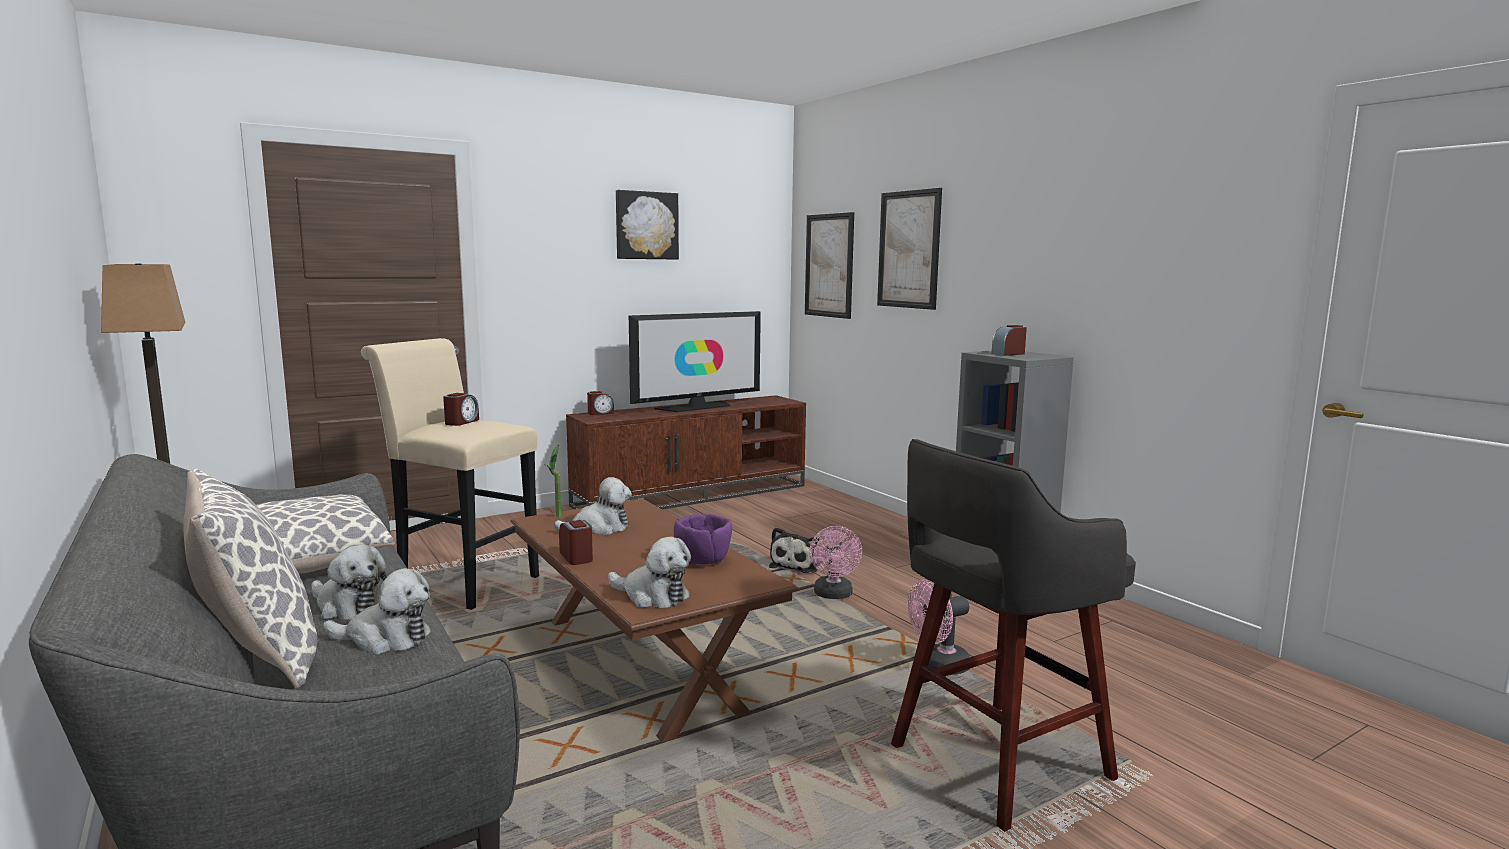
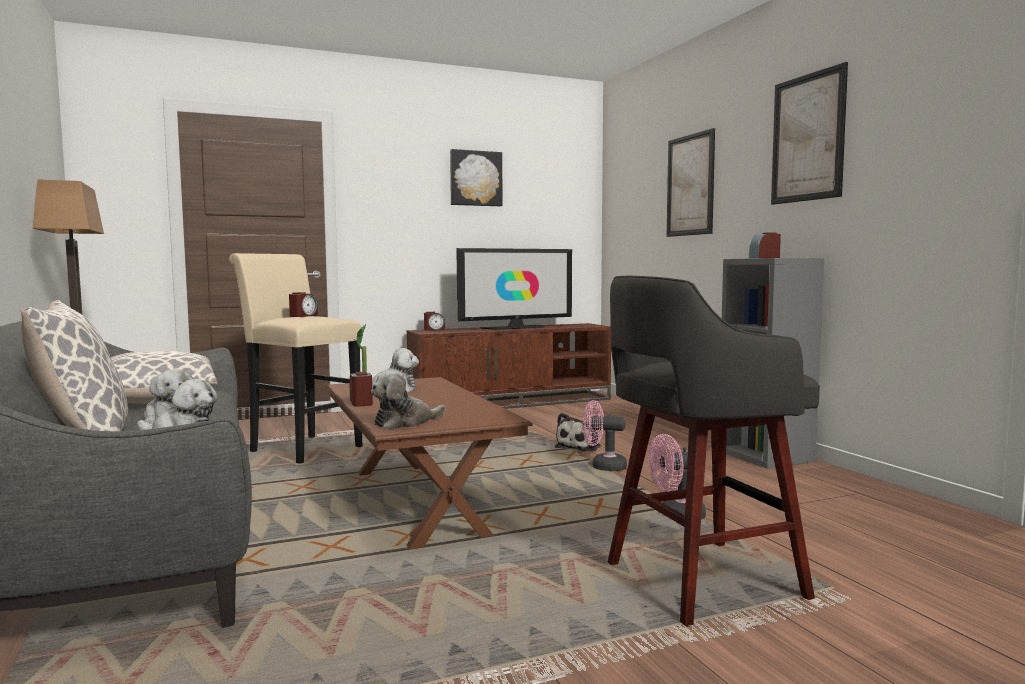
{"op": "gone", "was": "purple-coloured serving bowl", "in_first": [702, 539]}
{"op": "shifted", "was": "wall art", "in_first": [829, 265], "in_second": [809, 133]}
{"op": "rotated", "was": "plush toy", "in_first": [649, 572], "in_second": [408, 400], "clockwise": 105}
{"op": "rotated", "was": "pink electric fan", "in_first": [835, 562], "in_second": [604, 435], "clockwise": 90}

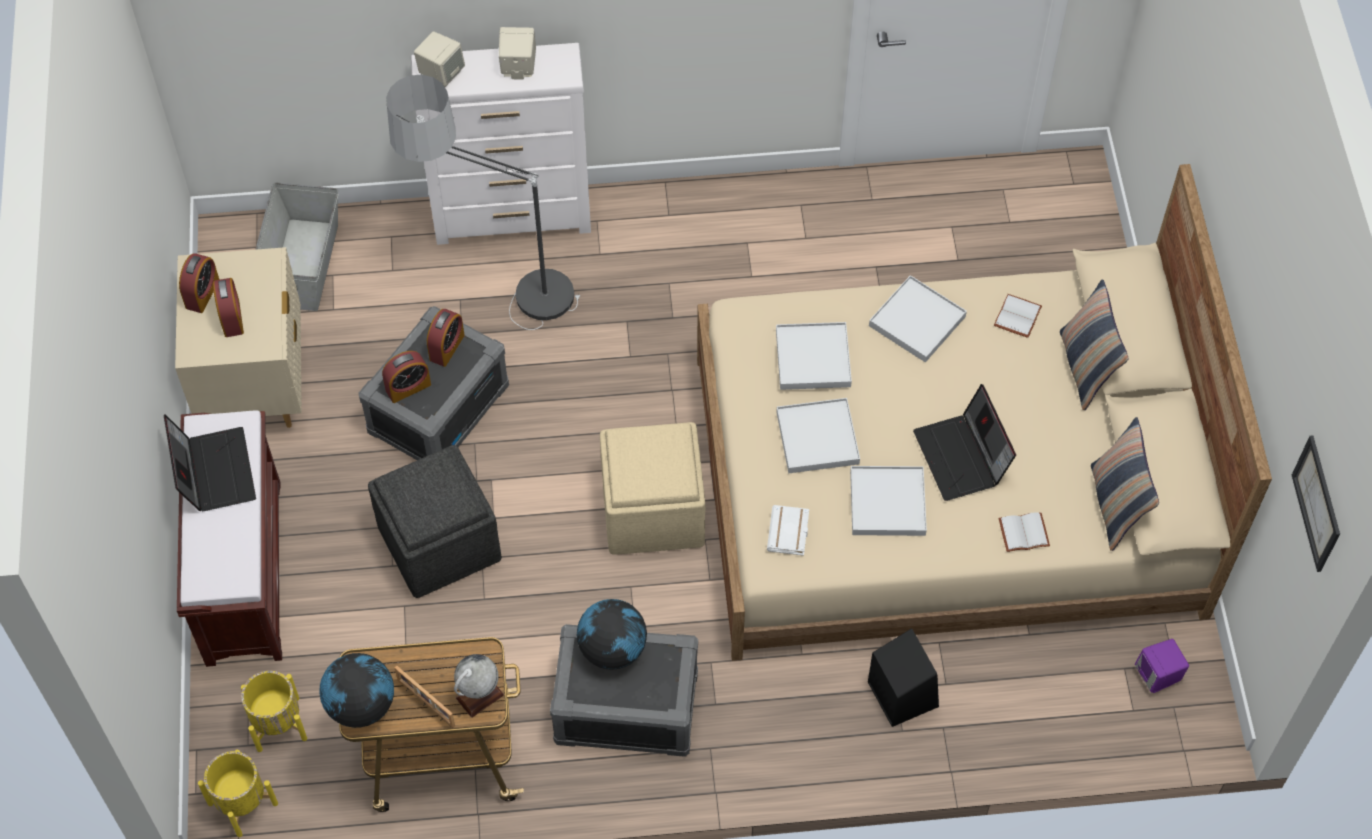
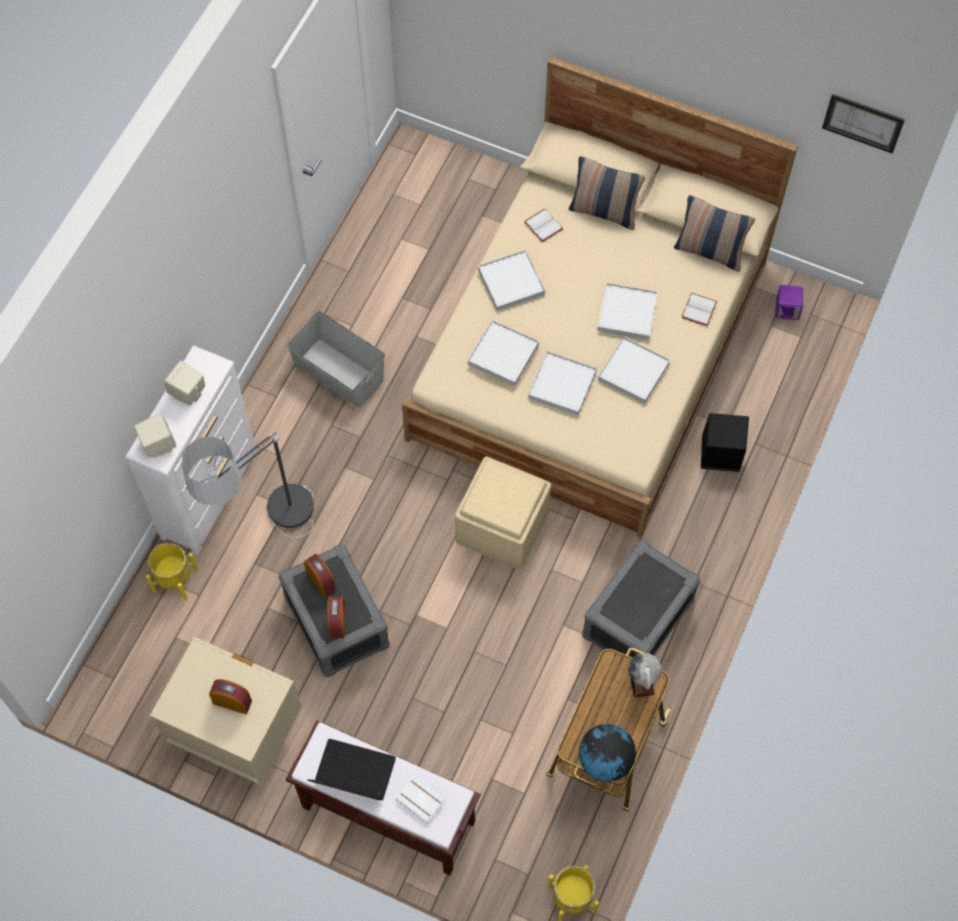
{"op": "gone", "was": "table clock", "in_first": [199, 283]}
{"op": "gone", "was": "greyish pouffe", "in_first": [435, 521]}
{"op": "gone", "was": "picture frame", "in_first": [425, 697]}
{"op": "gone", "was": "globe", "in_first": [612, 634]}
{"op": "shifted", "was": "yellow planter", "in_first": [274, 711], "in_second": [172, 572]}
{"op": "shifted", "was": "greyish storage box", "in_first": [296, 246], "in_second": [336, 359]}
{"op": "shifted", "was": "white book", "in_first": [788, 530], "in_second": [420, 800]}
{"op": "swapped", "was": "notebook computer", "now": "white serving tray", "in_first": [964, 442], "in_second": [627, 311]}

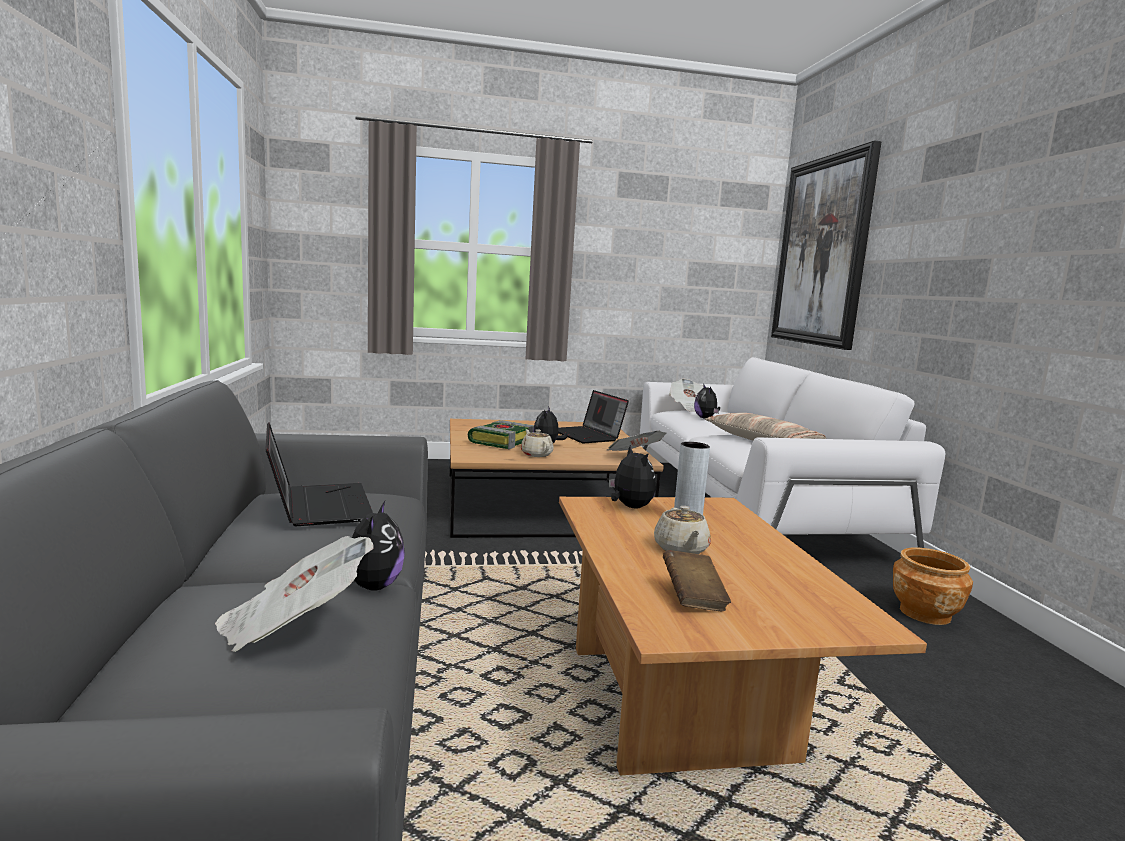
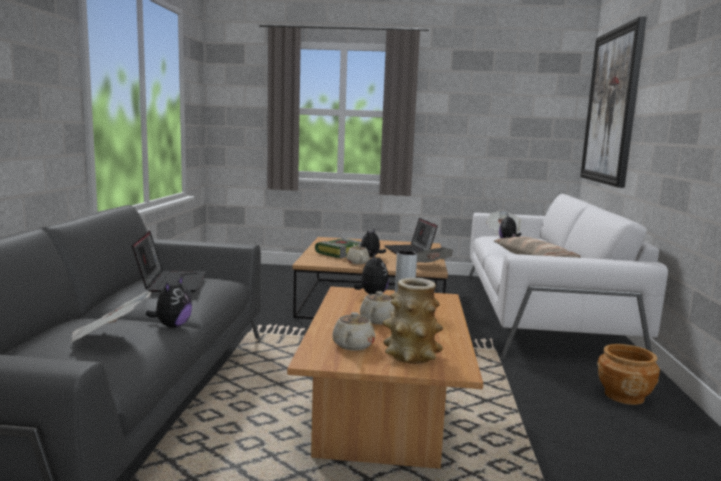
{"op": "new", "now": "vase", "in_second": [412, 321]}
{"op": "swapped", "was": "brown book", "now": "beige-coloured pot for tea", "in_first": [697, 580], "in_second": [353, 331]}

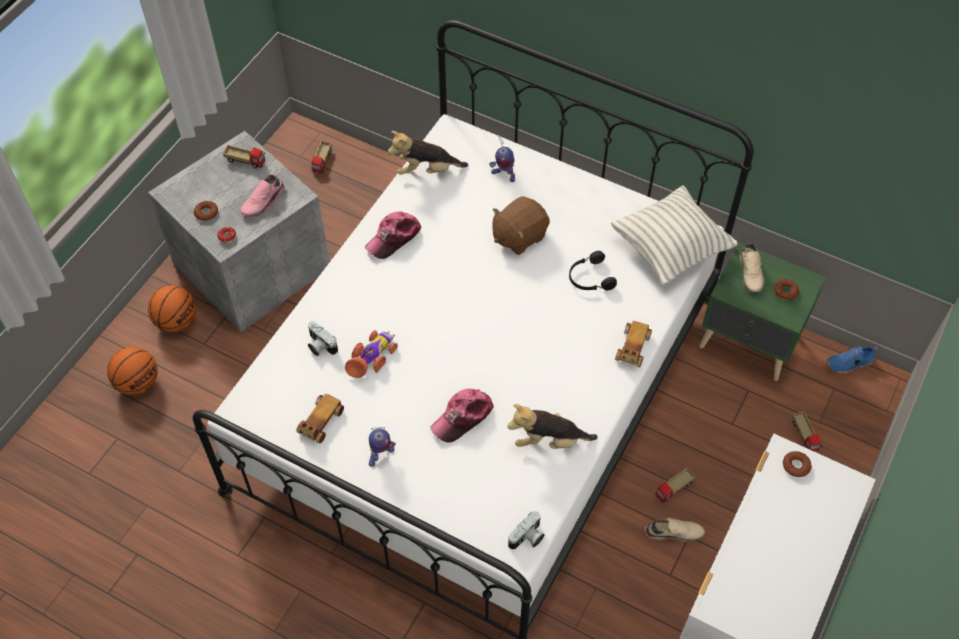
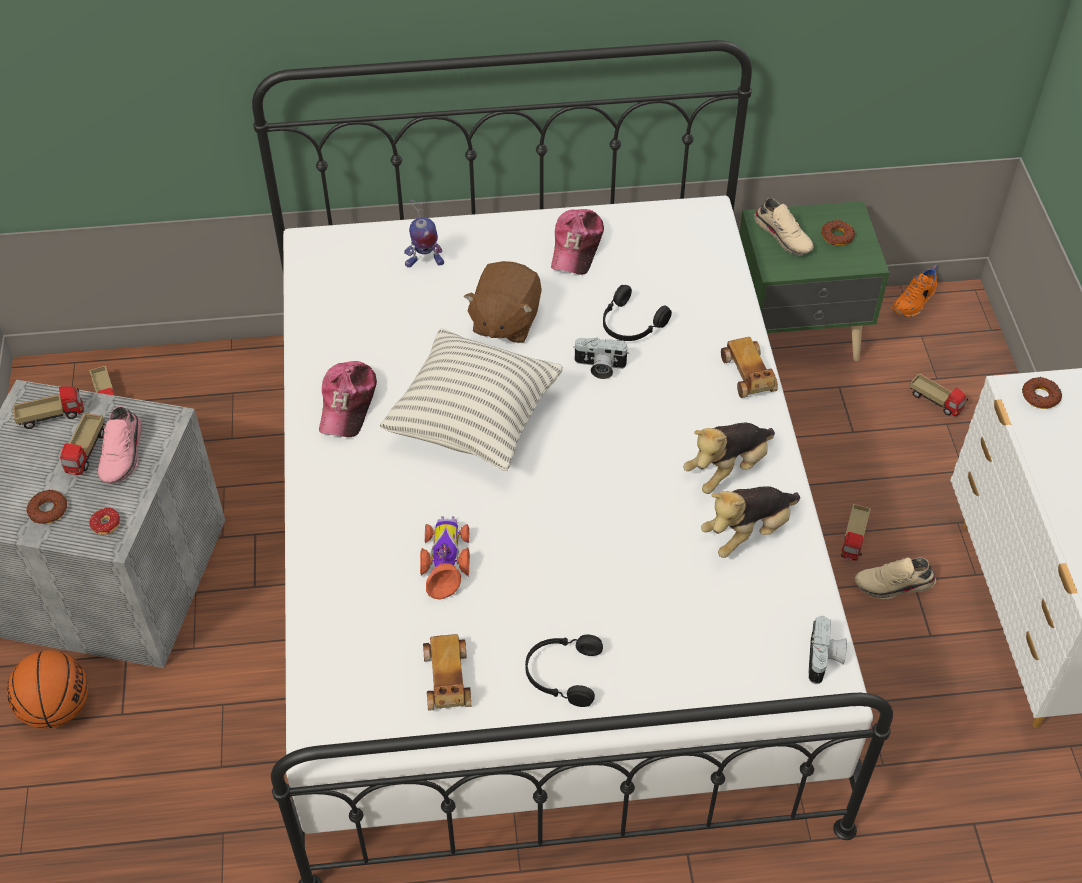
{"op": "gone", "was": "basketball ball", "in_first": [132, 371]}
{"op": "new", "now": "model truck", "in_second": [82, 444]}
{"op": "shifted", "was": "photo camera", "in_first": [323, 338], "in_second": [601, 358]}
{"op": "shifted", "was": "plush toy", "in_first": [428, 153], "in_second": [729, 458]}
{"op": "shifted", "was": "peaked cap", "in_first": [462, 415], "in_second": [577, 242]}
{"op": "shifted", "was": "cushion", "in_first": [674, 235], "in_second": [471, 399]}
{"op": "swapped", "was": "toy robot", "now": "black-coloured headset", "in_first": [382, 447], "in_second": [564, 671]}
{"op": "repainted", "was": "blue-coloured low shoe", "now": "orange-coloured low shoe", "in_first": [852, 360], "in_second": [915, 291]}
{"op": "rotated", "was": "beige-coloured low shoe", "in_first": [675, 530], "in_second": [895, 578], "clockwise": -150}

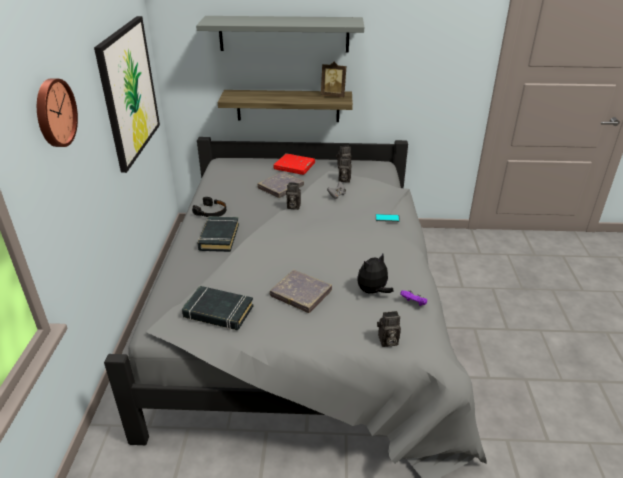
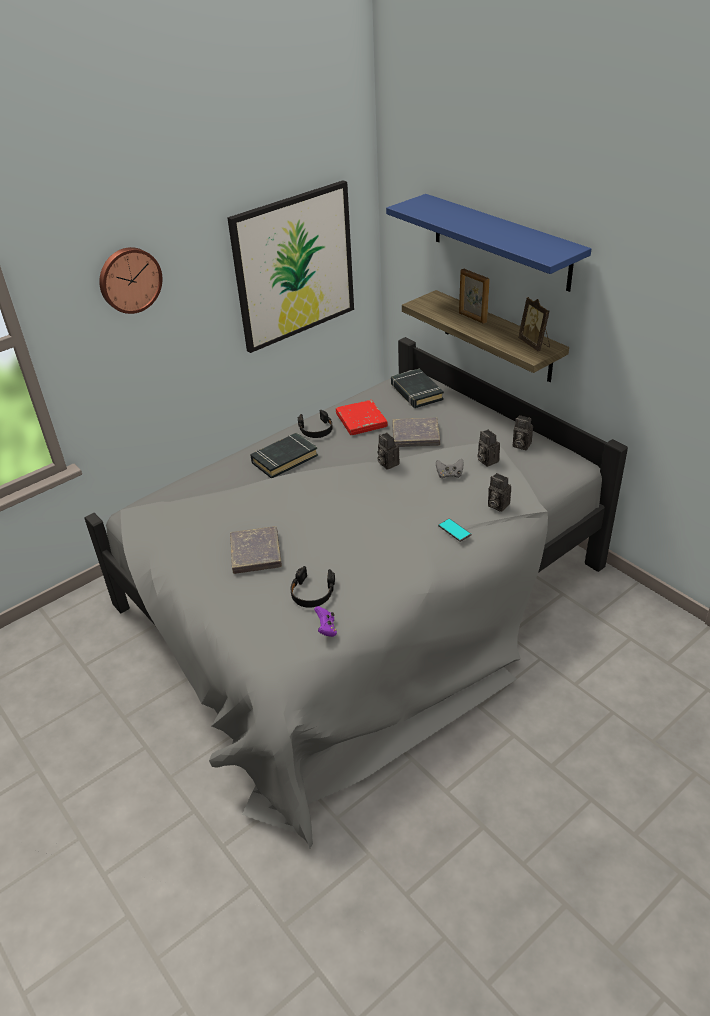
{"op": "new", "now": "picture frame", "in_second": [474, 296]}
{"op": "shifted", "was": "black-coloured book", "in_first": [218, 308], "in_second": [417, 388]}
{"op": "shifted", "was": "red-coloured book", "in_first": [294, 164], "in_second": [362, 417]}
{"op": "shifted", "was": "photo camera", "in_first": [389, 329], "in_second": [499, 492]}
{"op": "swapped", "was": "plush toy", "now": "black-coloured headset", "in_first": [375, 274], "in_second": [313, 587]}
{"op": "repainted", "was": "greyish wall shelf", "now": "blue-coloured wall shelf", "in_first": [280, 34], "in_second": [488, 243]}

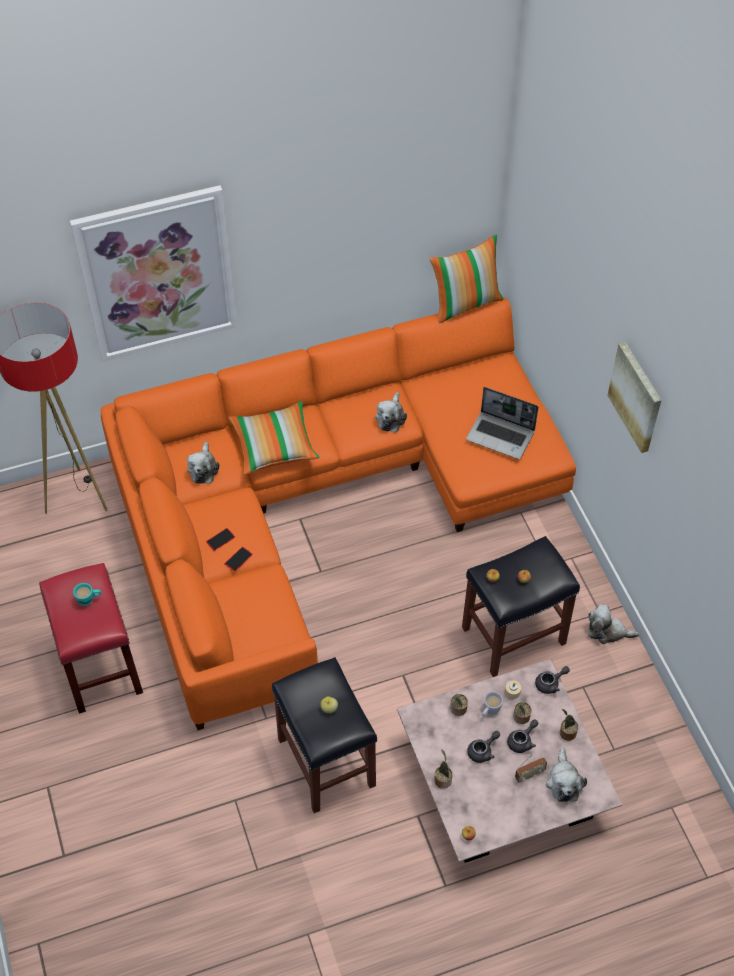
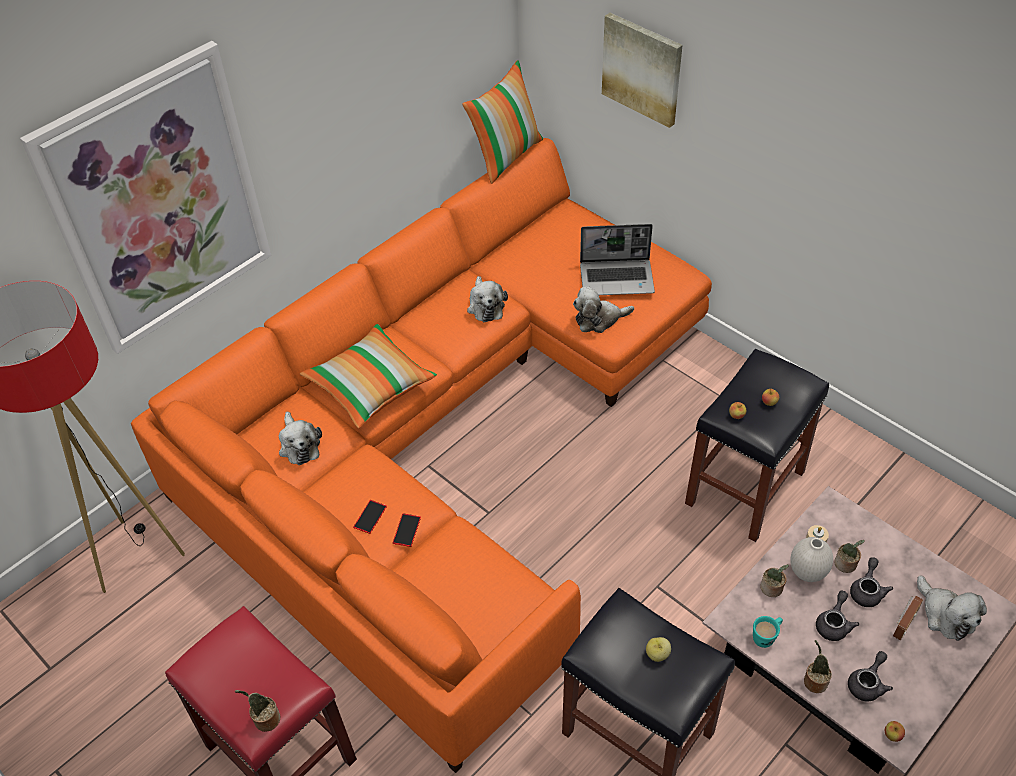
{"op": "shifted", "was": "blue-green coffee mug", "in_first": [87, 594], "in_second": [768, 632]}
{"op": "shifted", "was": "greyish pot for tea", "in_first": [552, 680], "in_second": [870, 676]}
{"op": "shifted", "was": "plant in a pot", "in_first": [569, 725], "in_second": [257, 711]}
{"op": "shifted", "was": "plush toy", "in_first": [613, 624], "in_second": [603, 310]}
{"op": "shifted", "was": "wall art", "in_first": [634, 397], "in_second": [642, 70]}
{"op": "swapped", "was": "white coffee mug", "now": "white vase", "in_first": [492, 703], "in_second": [811, 559]}

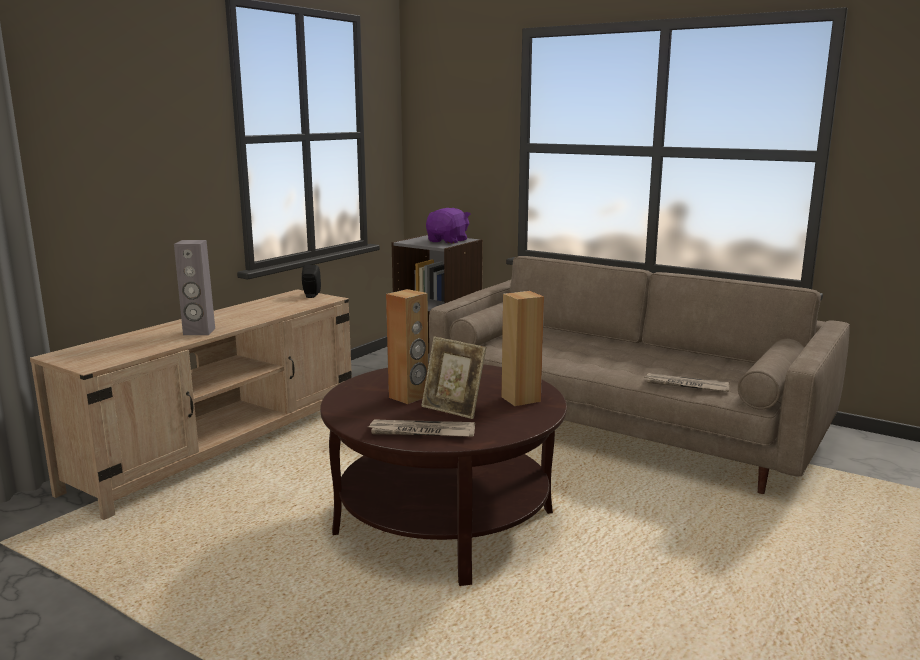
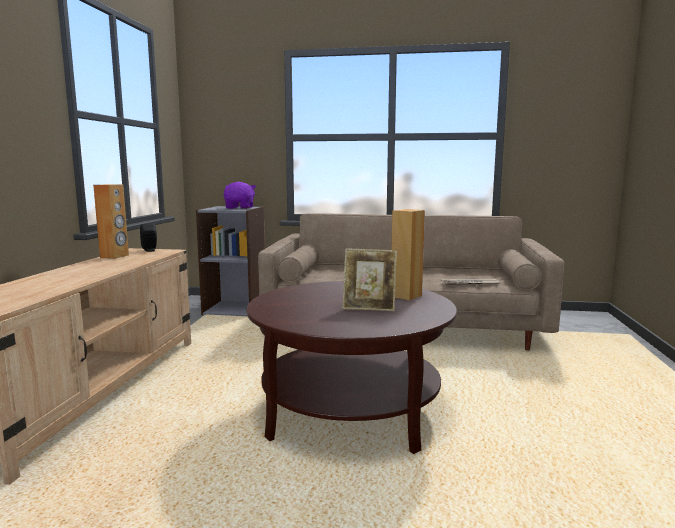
{"op": "gone", "was": "greyish loudspeaker", "in_first": [194, 287]}
{"op": "gone", "was": "newspaper", "in_first": [422, 428]}
{"op": "shifted", "was": "brown loudspeaker", "in_first": [407, 346], "in_second": [111, 221]}

